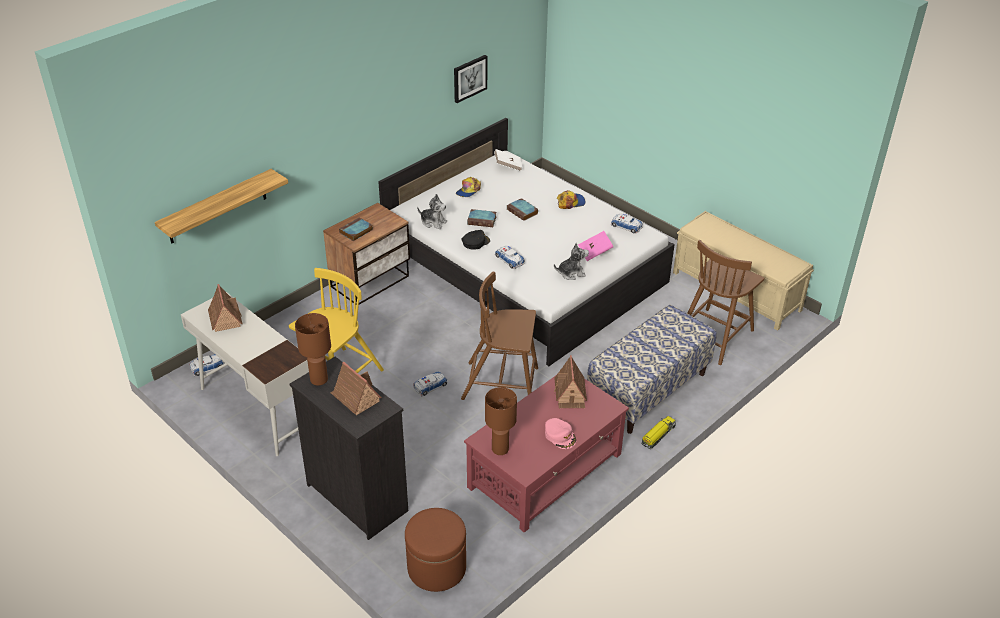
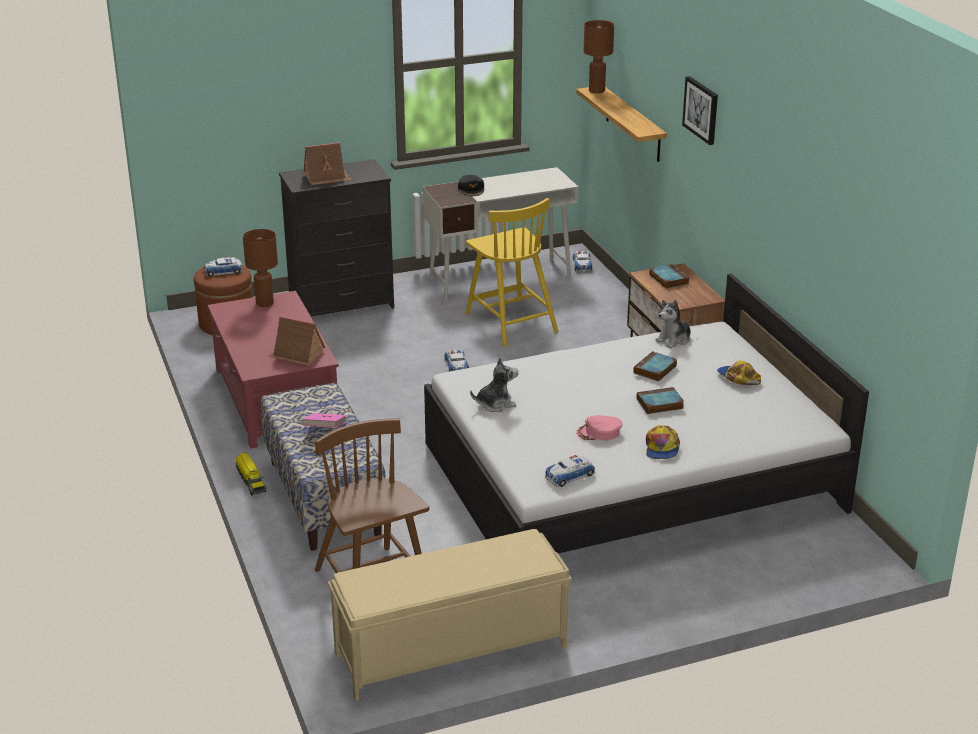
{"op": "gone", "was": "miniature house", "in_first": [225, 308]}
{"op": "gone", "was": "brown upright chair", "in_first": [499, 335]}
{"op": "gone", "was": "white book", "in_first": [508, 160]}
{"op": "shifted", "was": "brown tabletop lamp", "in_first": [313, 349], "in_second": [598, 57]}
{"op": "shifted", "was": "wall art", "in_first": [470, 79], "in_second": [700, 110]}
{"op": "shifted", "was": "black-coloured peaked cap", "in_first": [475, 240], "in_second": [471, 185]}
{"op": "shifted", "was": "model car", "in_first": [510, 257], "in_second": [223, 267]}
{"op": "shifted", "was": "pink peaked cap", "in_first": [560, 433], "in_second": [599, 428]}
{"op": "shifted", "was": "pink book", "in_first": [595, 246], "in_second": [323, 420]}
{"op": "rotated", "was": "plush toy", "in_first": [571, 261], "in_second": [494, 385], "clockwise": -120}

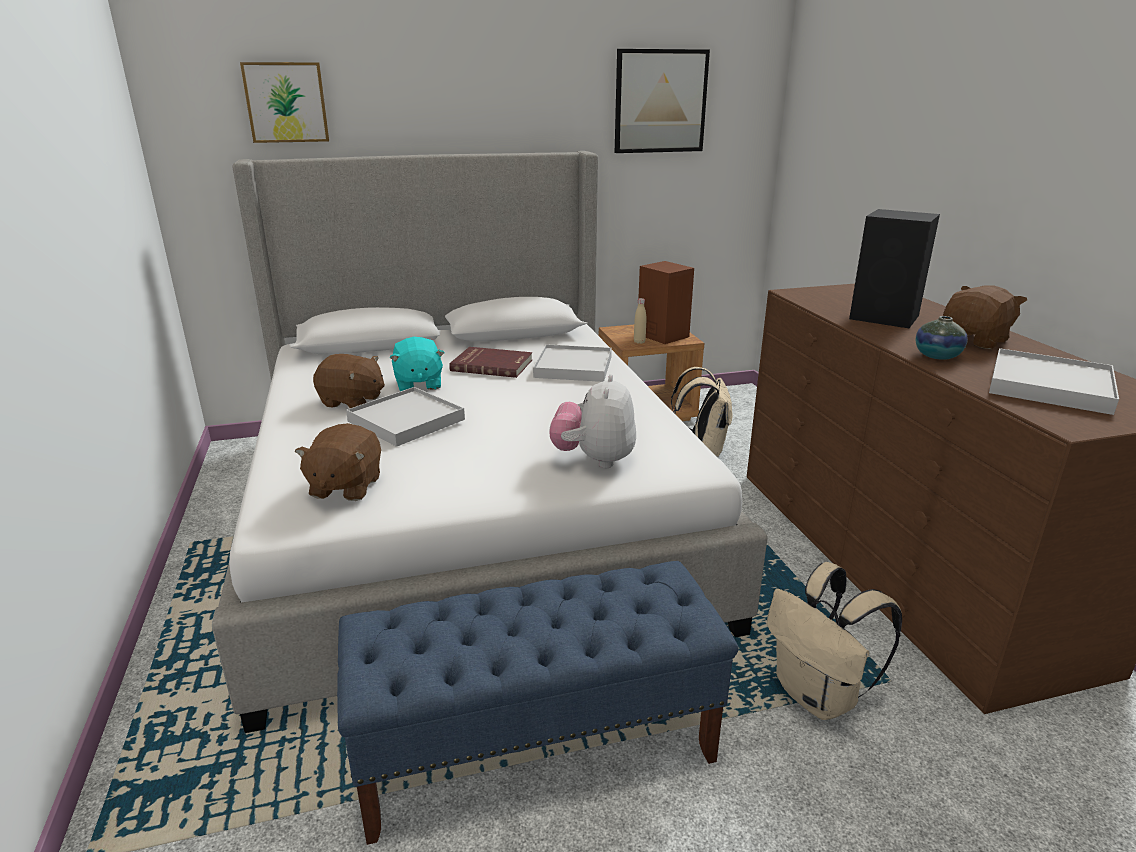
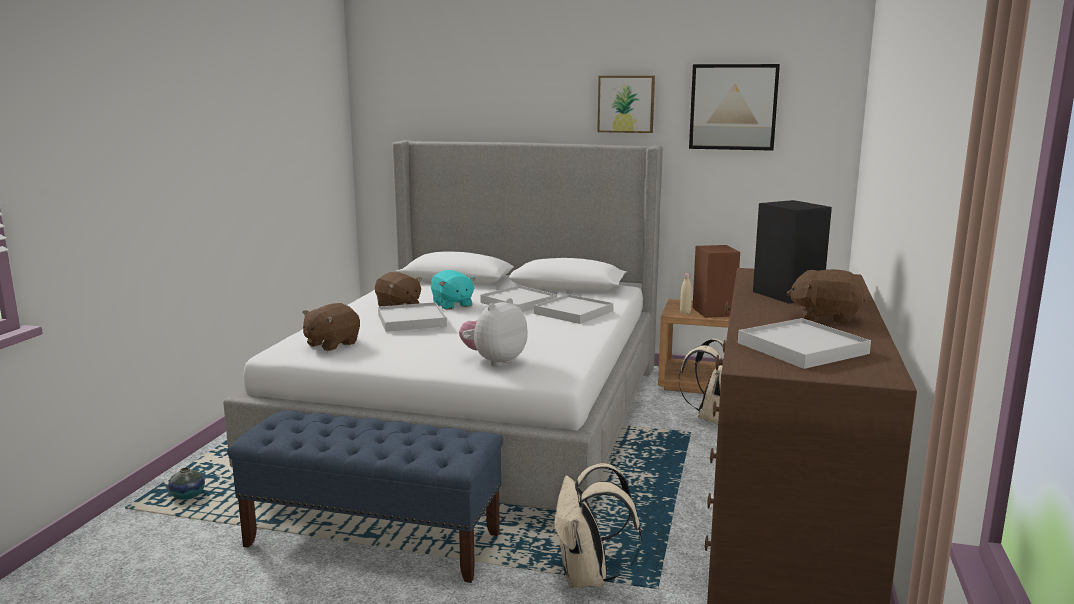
{"op": "shifted", "was": "wall art", "in_first": [284, 102], "in_second": [626, 104]}
{"op": "shifted", "was": "vase", "in_first": [942, 338], "in_second": [186, 483]}
{"op": "swapped", "was": "red-coloured book", "now": "white serving tray", "in_first": [490, 362], "in_second": [518, 298]}
{"op": "rotated", "was": "blue-green plush toy", "in_first": [417, 364], "in_second": [453, 290], "clockwise": -45}
{"op": "rotated", "was": "brown plush toy", "in_first": [985, 317], "in_second": [826, 296], "clockwise": -150}

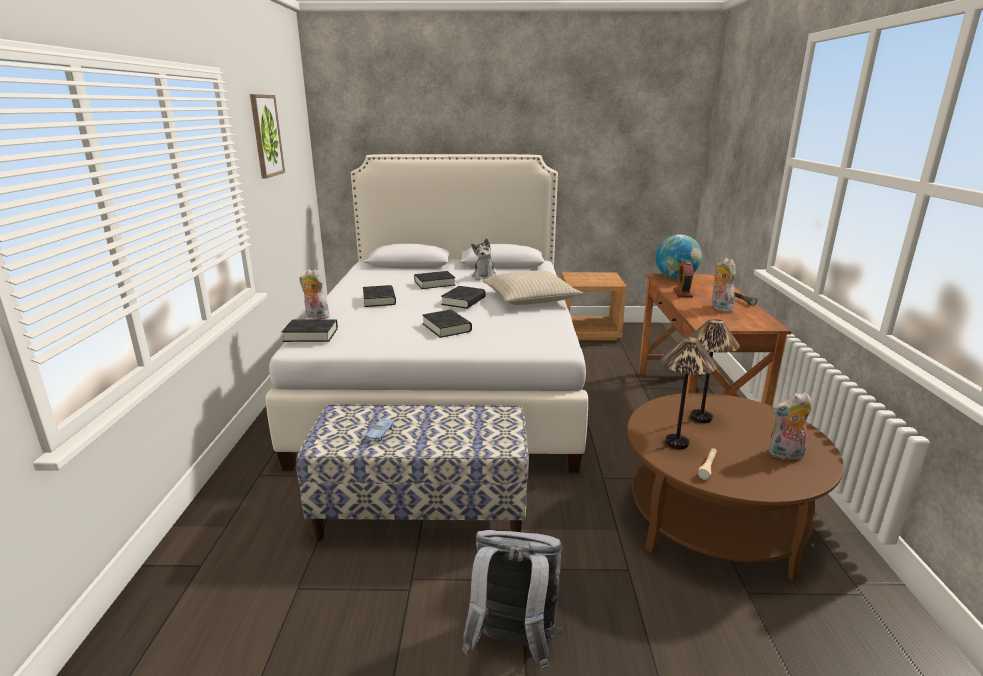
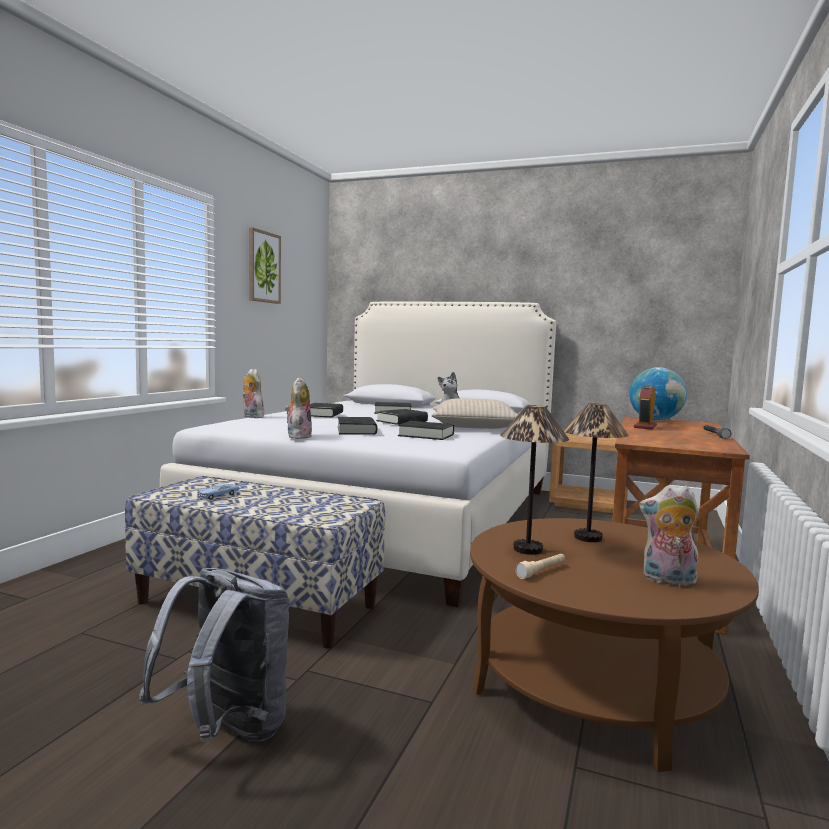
{"op": "shifted", "was": "black-coloured book", "in_first": [310, 331], "in_second": [426, 430]}
{"op": "shifted", "was": "plush toy", "in_first": [724, 285], "in_second": [298, 408]}

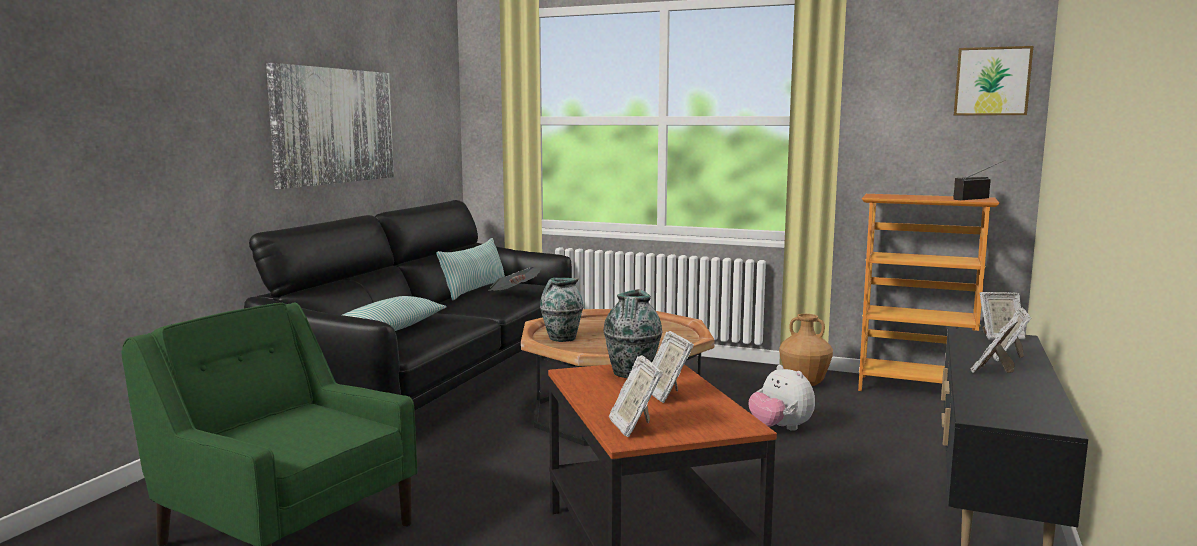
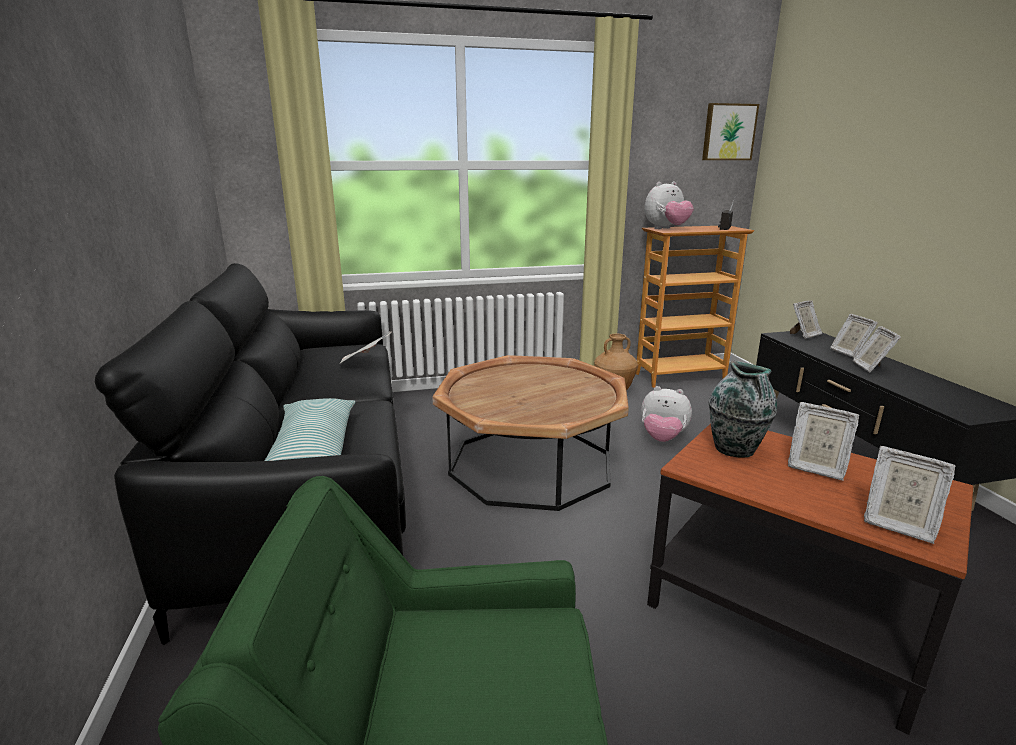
{"op": "gone", "was": "wall art", "in_first": [330, 126]}
{"op": "gone", "was": "cushion", "in_first": [470, 269]}
{"op": "gone", "was": "vase", "in_first": [562, 310]}
{"op": "new", "now": "plush toy", "in_second": [669, 205]}

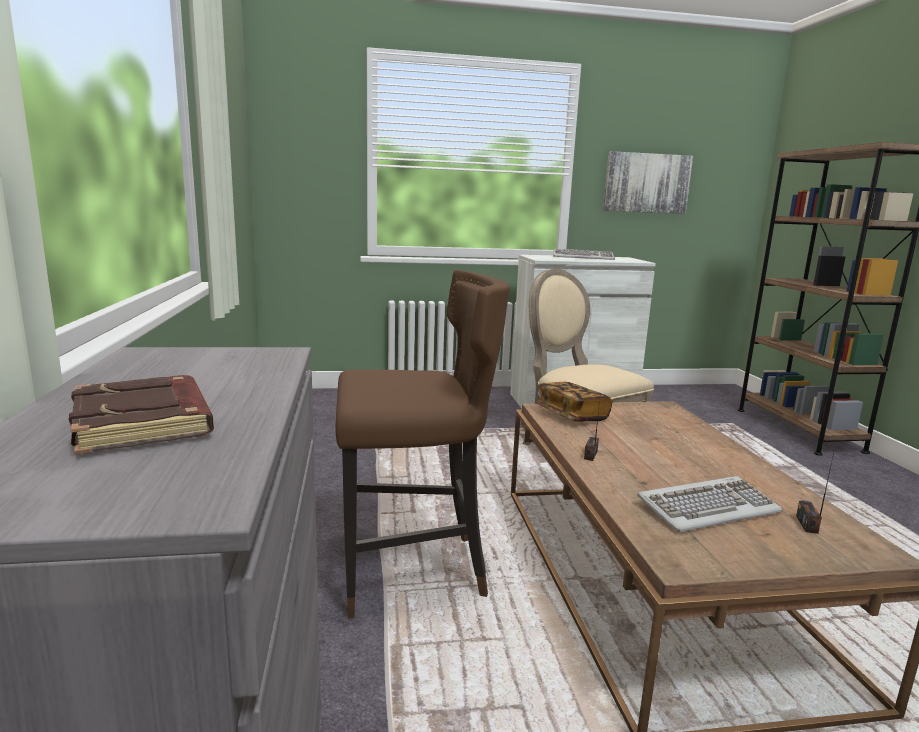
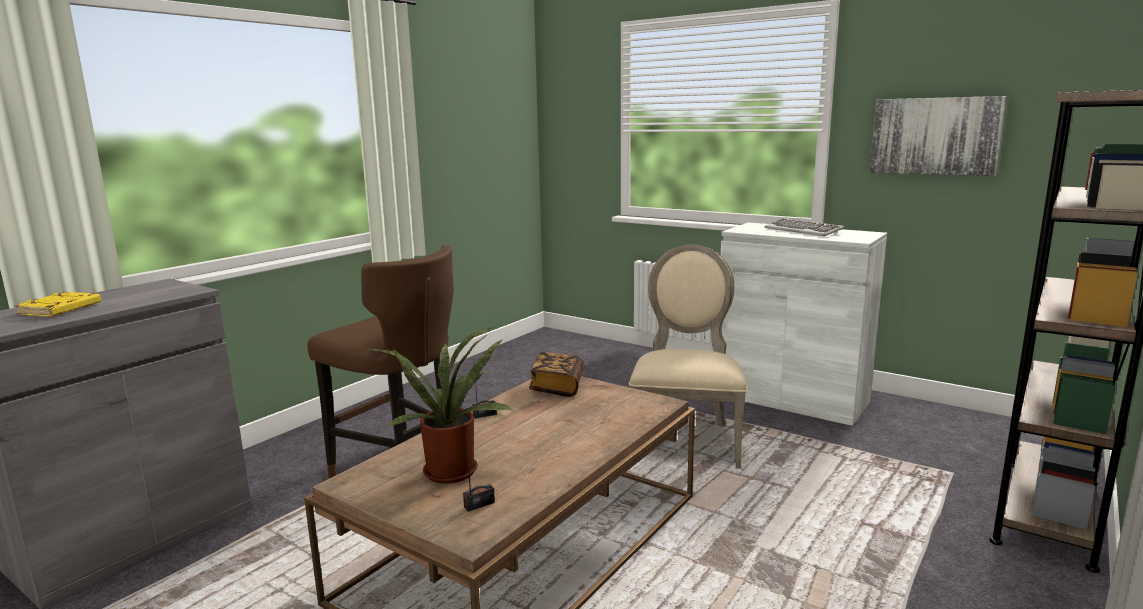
{"op": "swapped", "was": "PC keyboard", "now": "plant in a pot", "in_first": [710, 504], "in_second": [439, 405]}
{"op": "repainted", "was": "brown book", "now": "yellow book", "in_first": [141, 414], "in_second": [57, 304]}

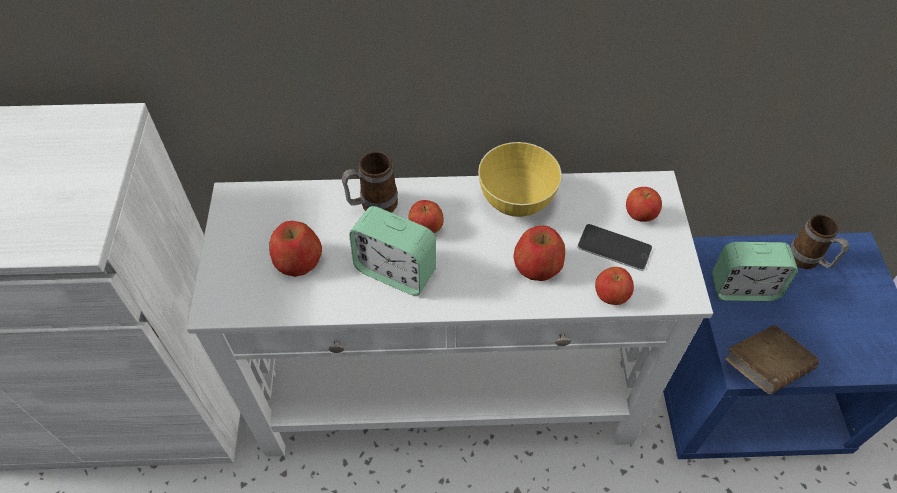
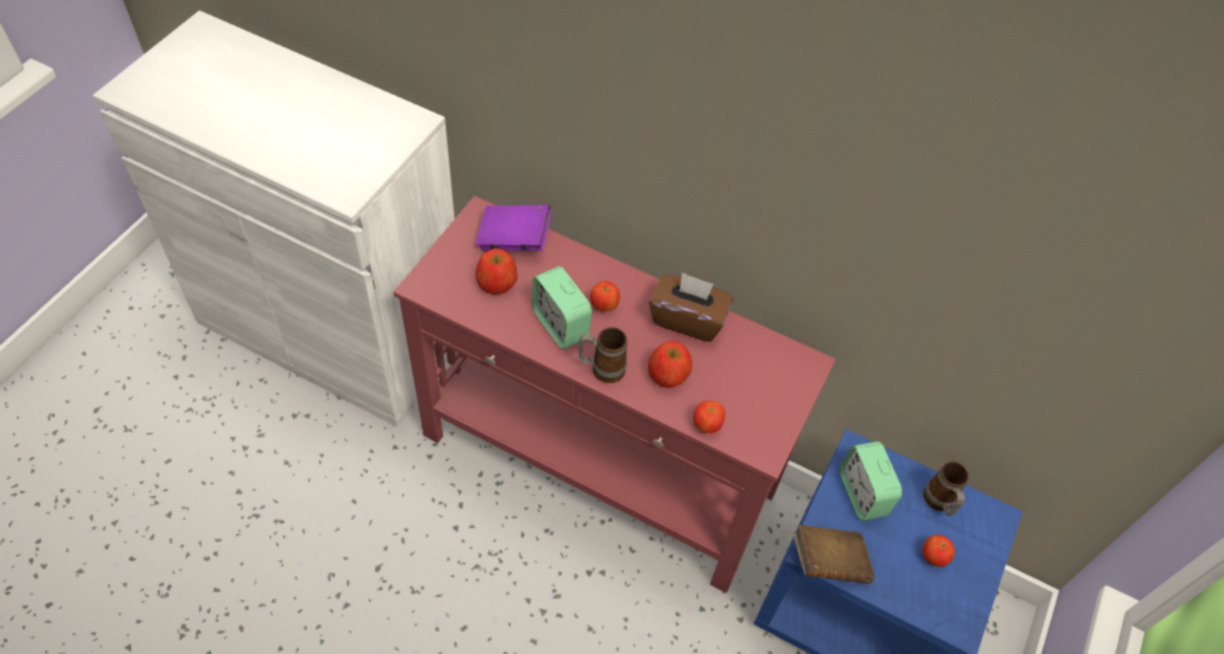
{"op": "gone", "was": "handset", "in_first": [614, 247]}
{"op": "new", "now": "purple-coloured book", "in_second": [513, 228]}
{"op": "shifted", "was": "coffee mug", "in_first": [370, 182], "in_second": [603, 355]}
{"op": "shifted", "was": "whole apple", "in_first": [644, 204], "in_second": [938, 551]}
{"op": "swapped", "was": "yellow serving bowl", "now": "brown tissue holder", "in_first": [520, 179], "in_second": [691, 307]}
{"op": "repainted", "was": "white hall table", "now": "red-coloured hall table", "in_first": [449, 314], "in_second": [614, 394]}
{"op": "rotated", "was": "table clock", "in_first": [755, 271], "in_second": [871, 481], "clockwise": 45}

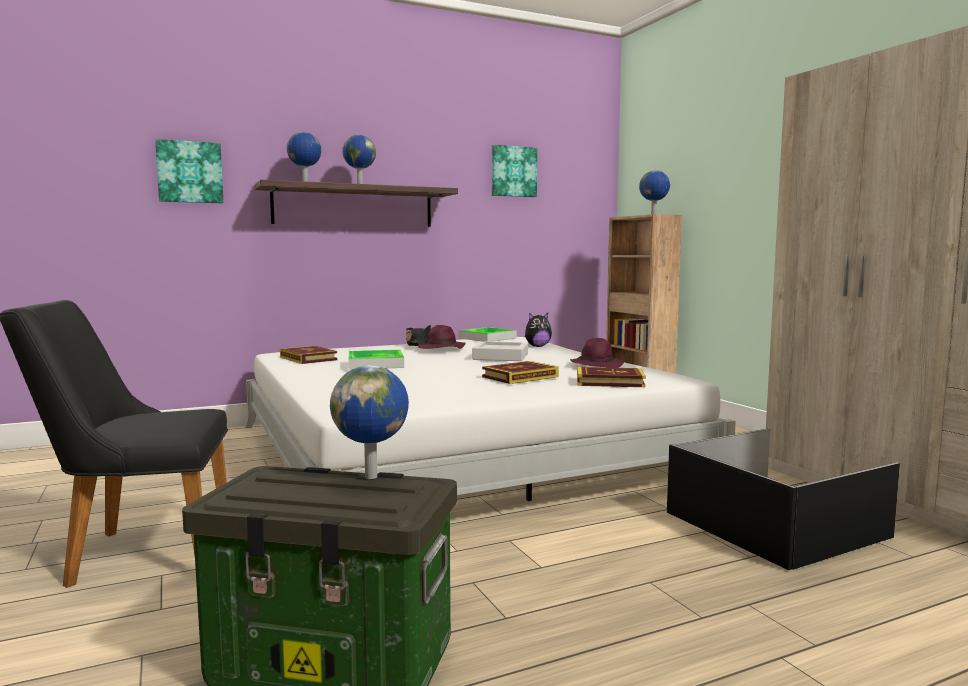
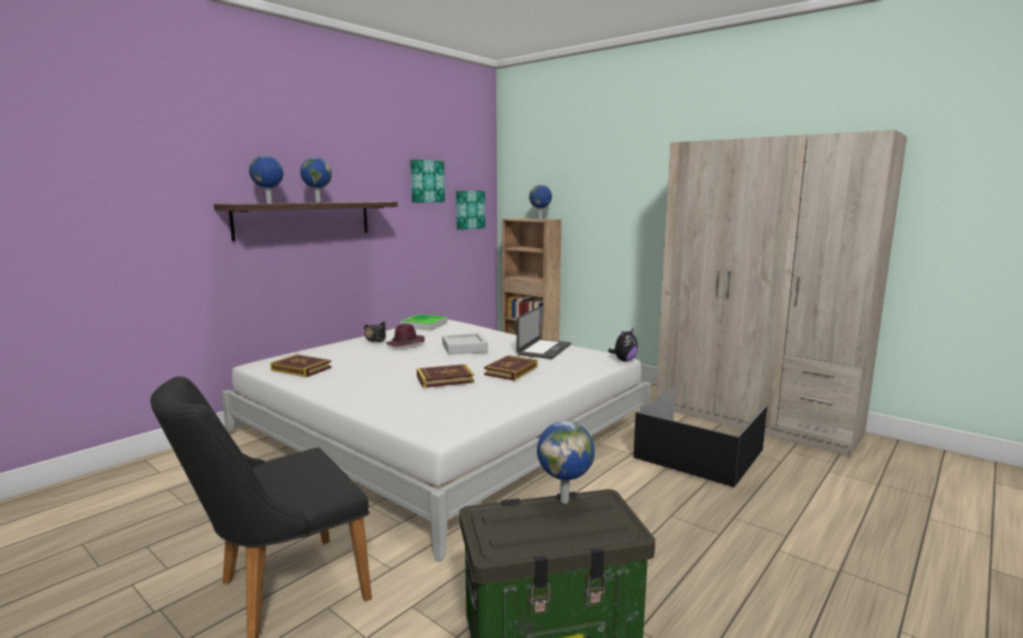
{"op": "gone", "was": "serving tray", "in_first": [376, 360]}
{"op": "shifted", "was": "wall art", "in_first": [189, 171], "in_second": [470, 210]}
{"op": "shifted", "was": "plush toy", "in_first": [538, 330], "in_second": [623, 345]}
{"op": "shifted", "was": "book", "in_first": [611, 377], "in_second": [445, 376]}
{"op": "swapped", "was": "purple-coloured wearable hat", "now": "notebook computer", "in_first": [597, 353], "in_second": [544, 333]}

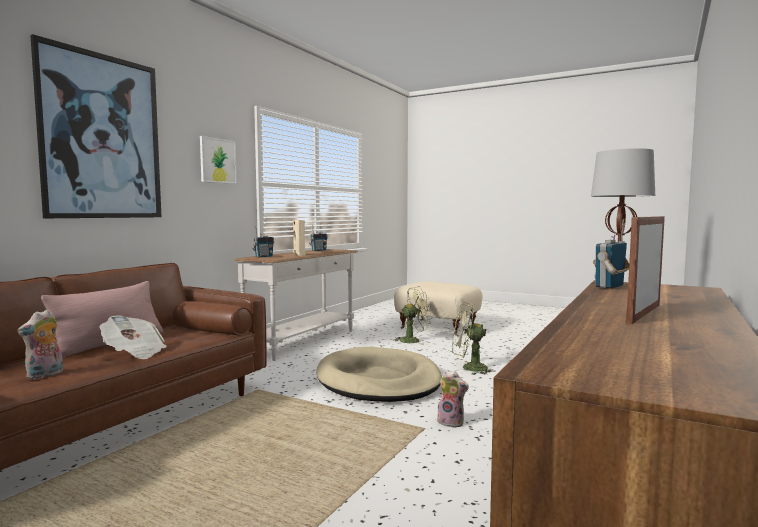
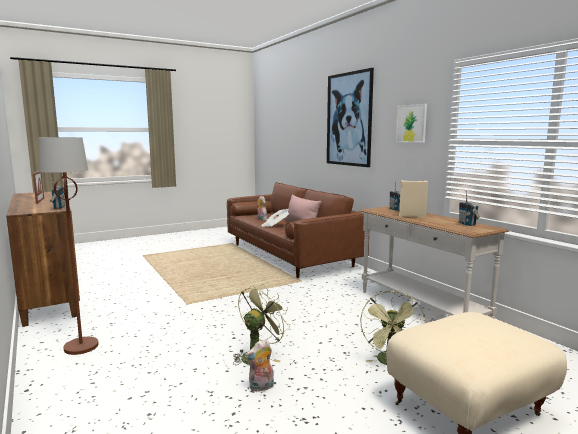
{"op": "gone", "was": "beige-coloured pet bed", "in_first": [379, 374]}
{"op": "shifted", "was": "plush toy", "in_first": [453, 399], "in_second": [259, 366]}

